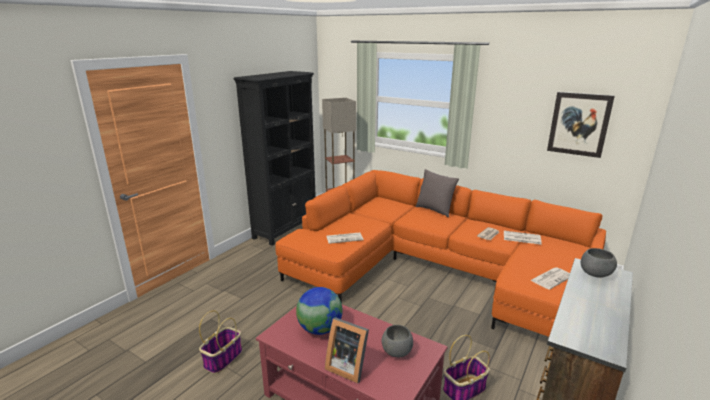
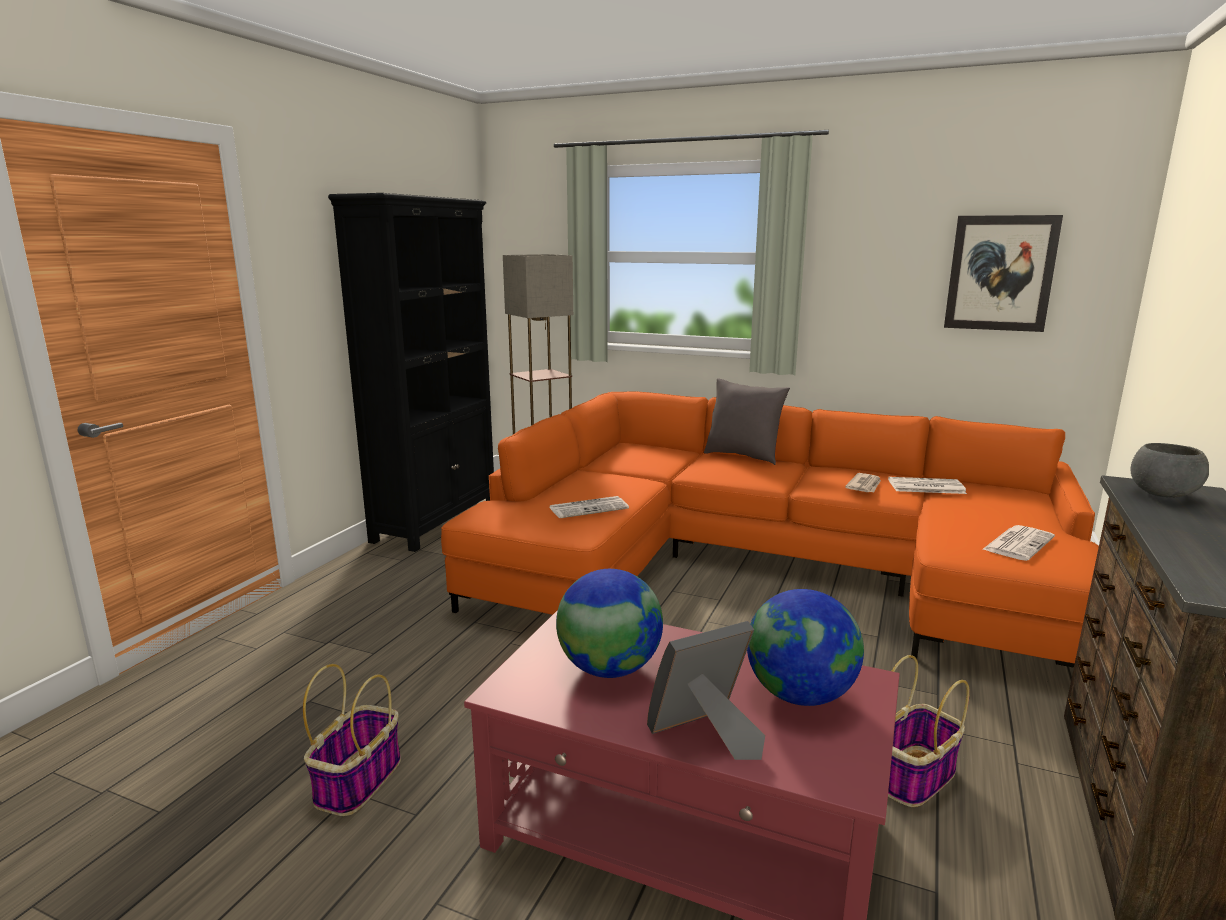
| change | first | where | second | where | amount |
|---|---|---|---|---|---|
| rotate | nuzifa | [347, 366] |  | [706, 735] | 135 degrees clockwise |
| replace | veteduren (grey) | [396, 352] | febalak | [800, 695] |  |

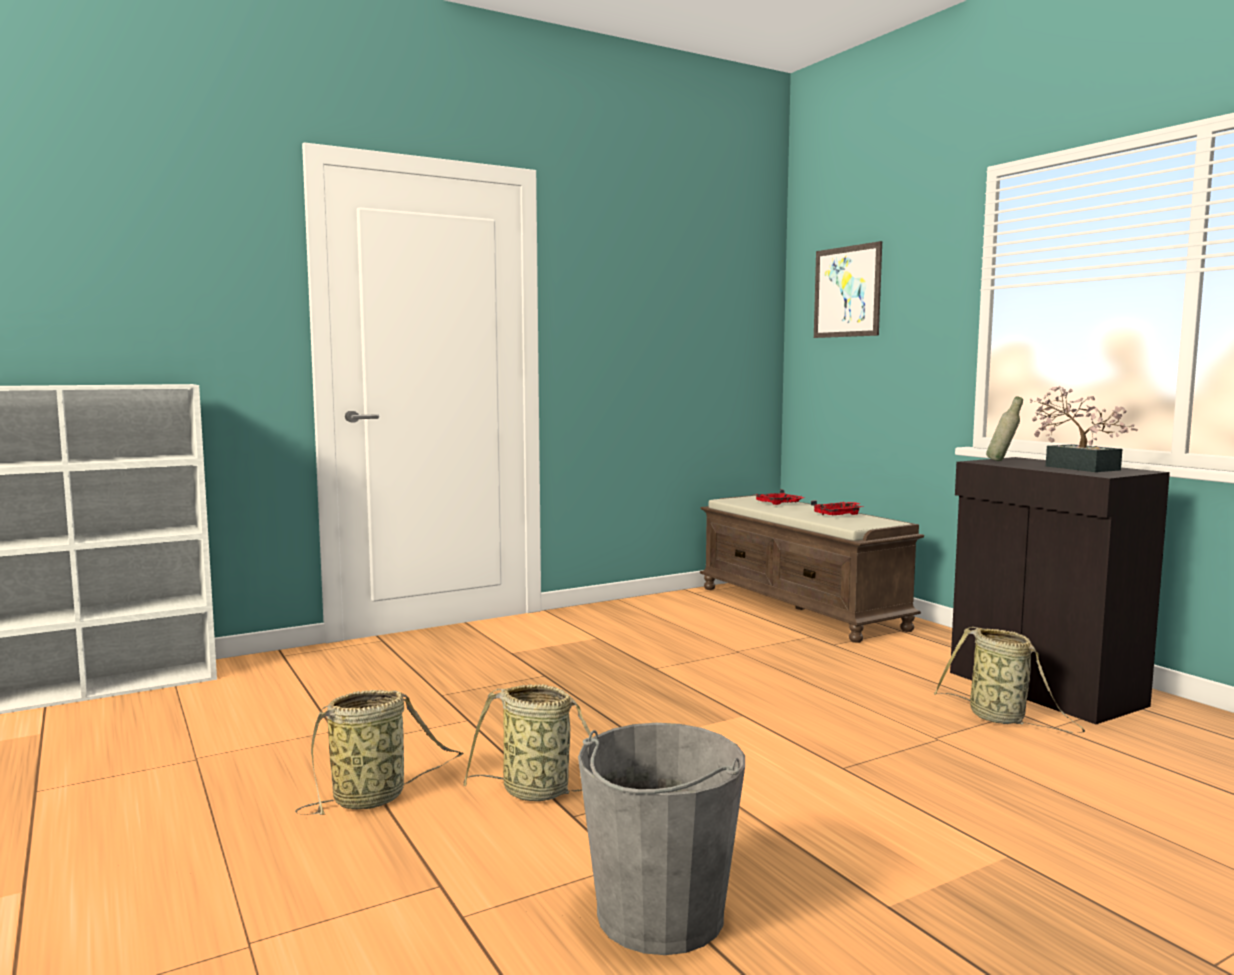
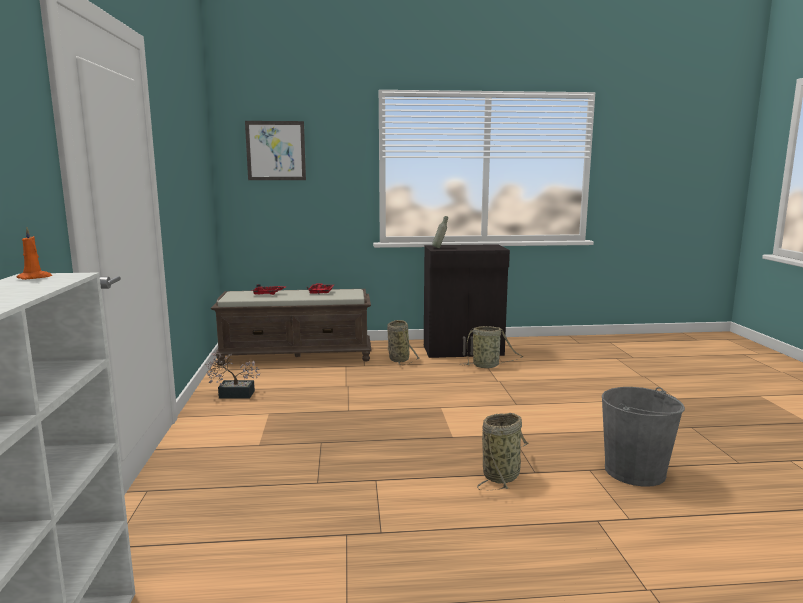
| change | first | where | second | where | amount |
|---|---|---|---|---|---|
| move | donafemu | [374, 798] |  | [398, 359] |  |
| move | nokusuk | [1076, 467] |  | [232, 394] |  |
| insert |  |  | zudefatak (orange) | [35, 277] |  |

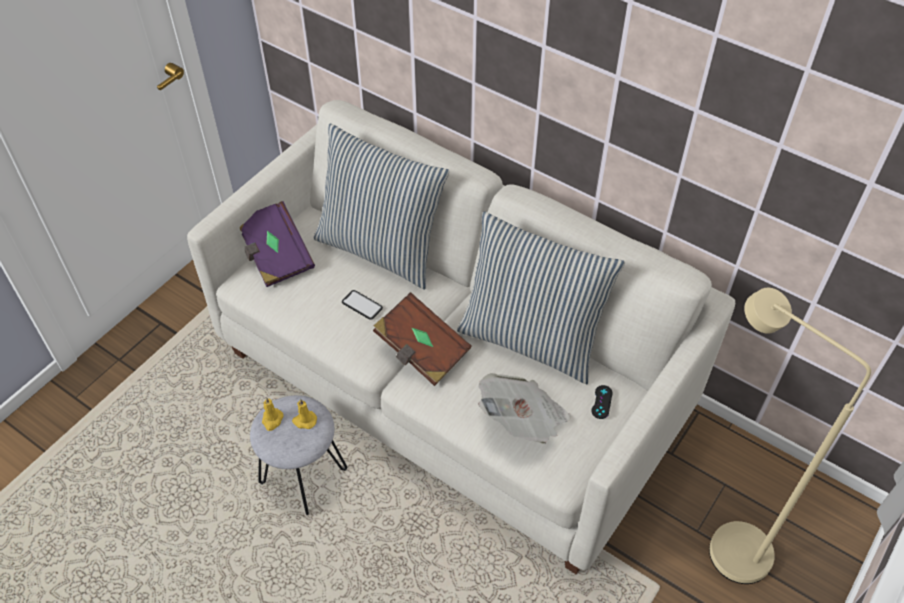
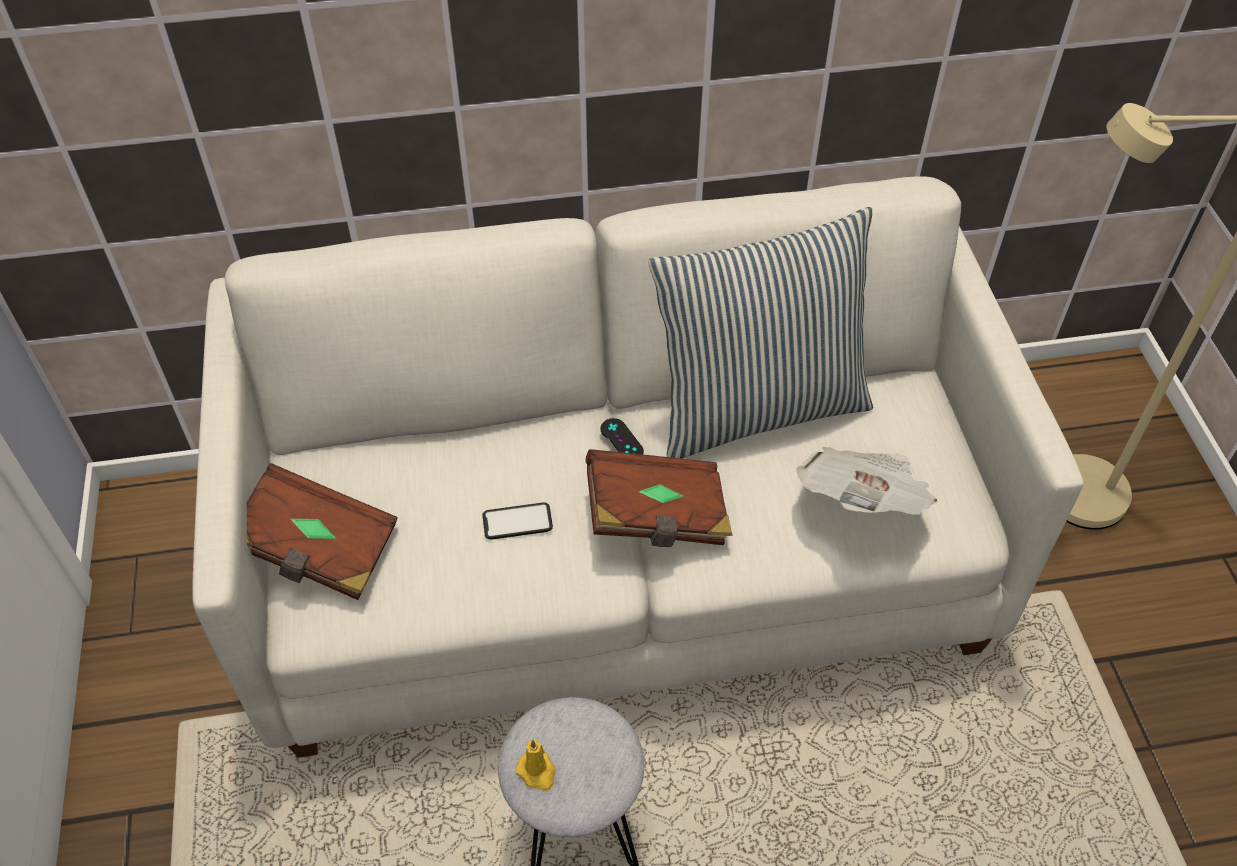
| change | first | where | second | where | amount |
|---|---|---|---|---|---|
| recolor | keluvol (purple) | [275, 255] | keluvol (brown) | [318, 550] |  |
| delete | zudefatak (yellow) | [304, 421] |  |  |  |
| delete | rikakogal | [381, 249] |  |  |  |
| move | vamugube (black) | [601, 402] |  | [621, 440] |  |

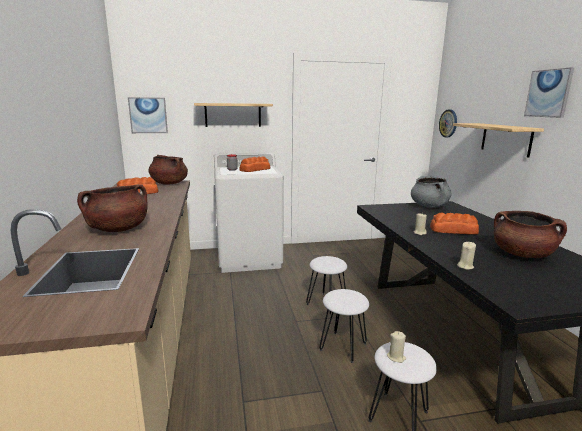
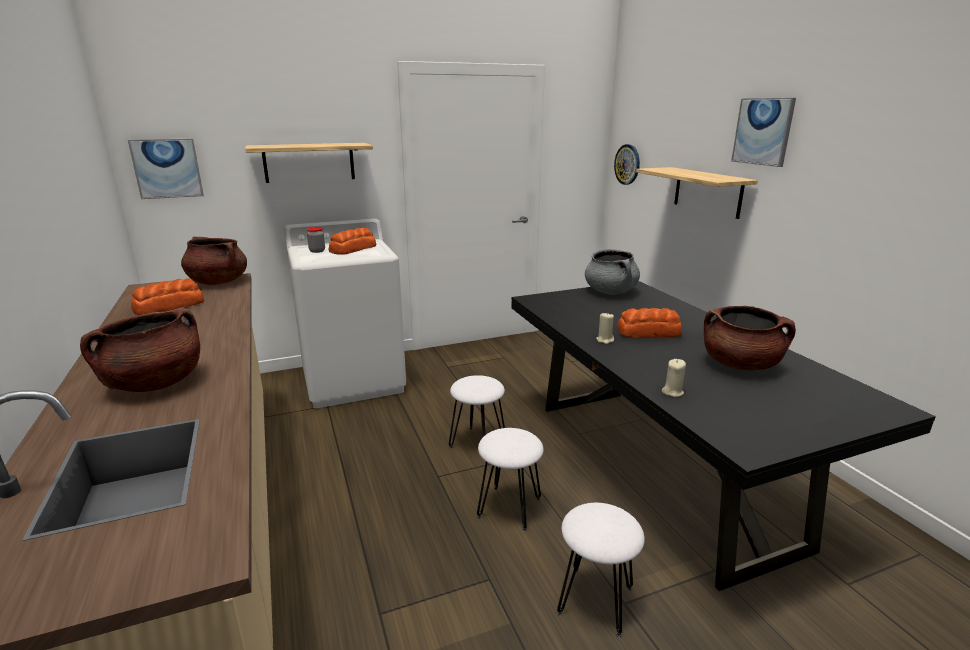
| change | first | where | second | where | amount |
|---|---|---|---|---|---|
| delete | zudefatak (beige) | [396, 357] |  |  |  |

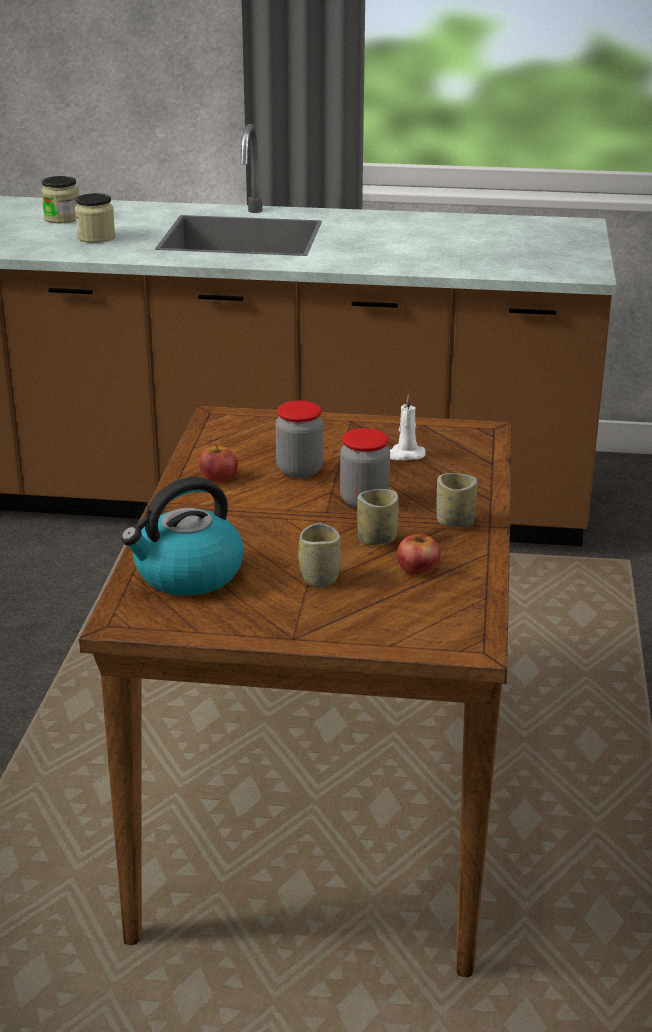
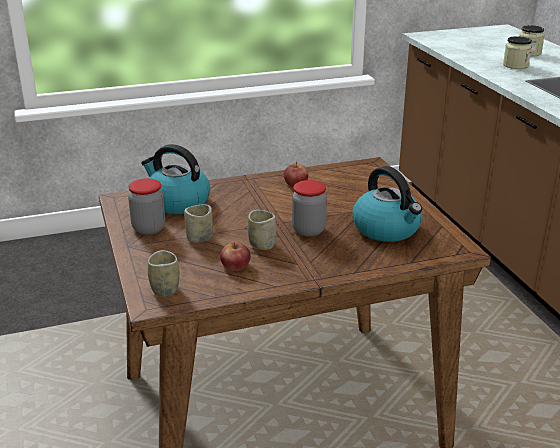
| change | first | where | second | where | amount |
|---|---|---|---|---|---|
| move | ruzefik | [299, 470] |  | [148, 228] |  |
| replace | zudefatak (white) | [404, 455] | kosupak | [387, 229] |  |
| move | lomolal | [455, 522] |  | [165, 289] |  |

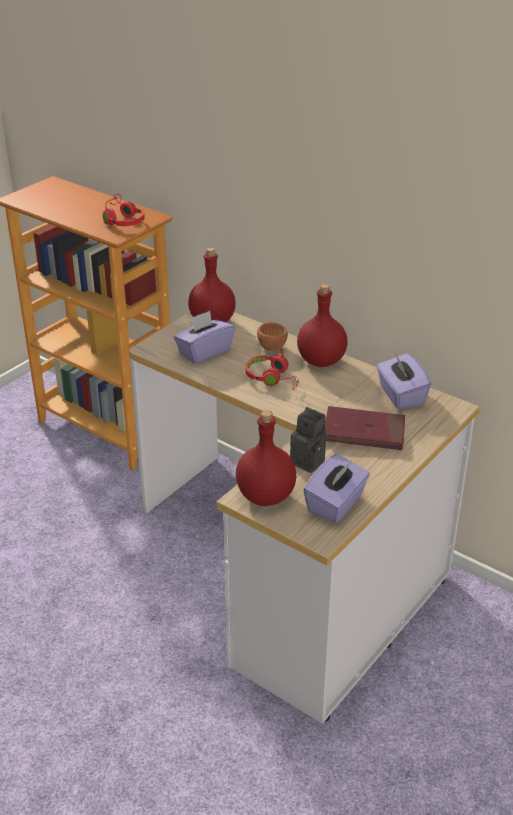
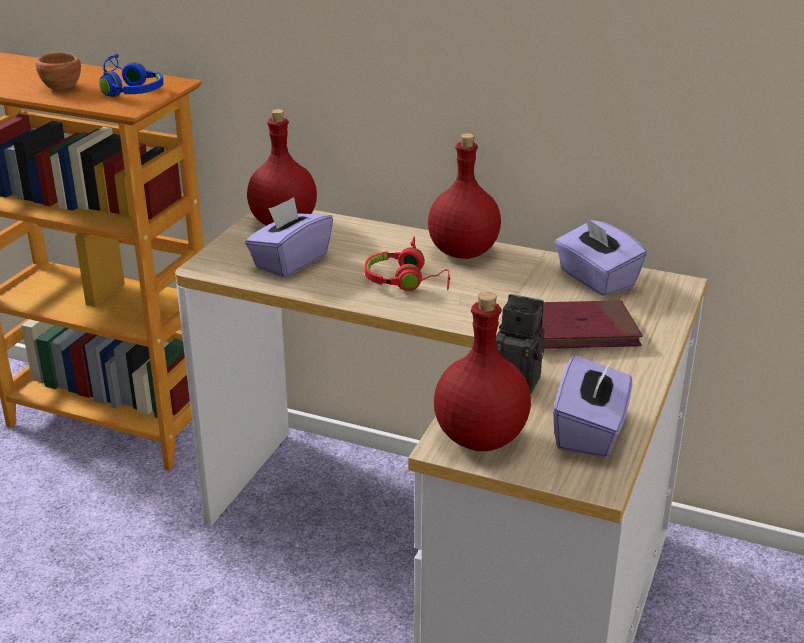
| change | first | where | second | where | amount |
|---|---|---|---|---|---|
| recolor | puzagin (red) | [122, 220] | puzagin (blue) | [128, 90] |  |
| move | lomolal (brown) | [271, 345] |  | [60, 86] |  |

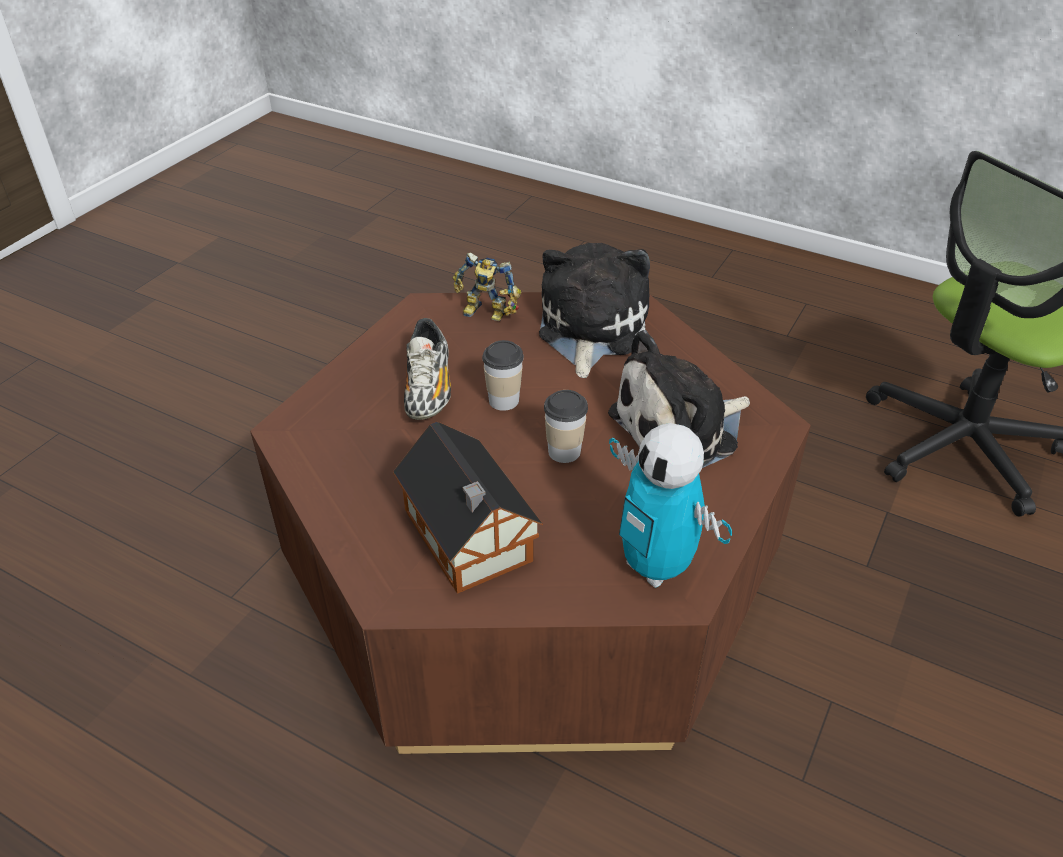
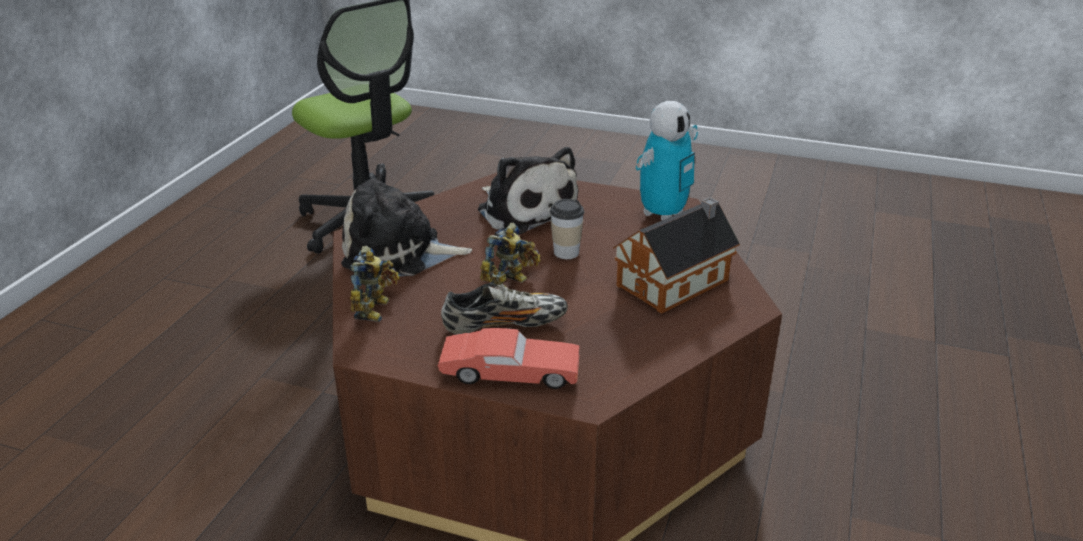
| change | first | where | second | where | amount |
|---|---|---|---|---|---|
| replace | lomolal | [504, 400] | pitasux | [511, 284] |  |
| insert |  |  | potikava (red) | [509, 374] |  |

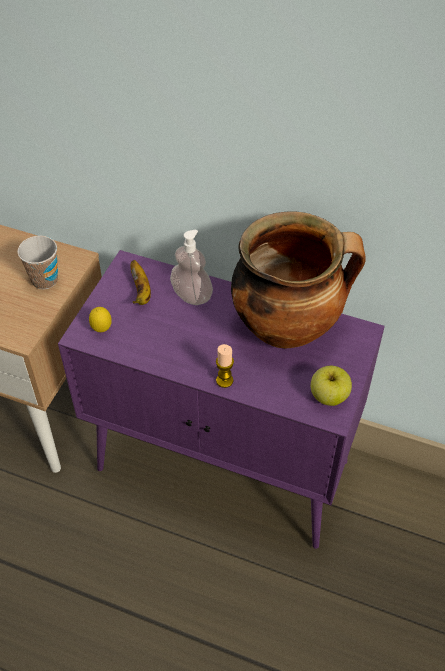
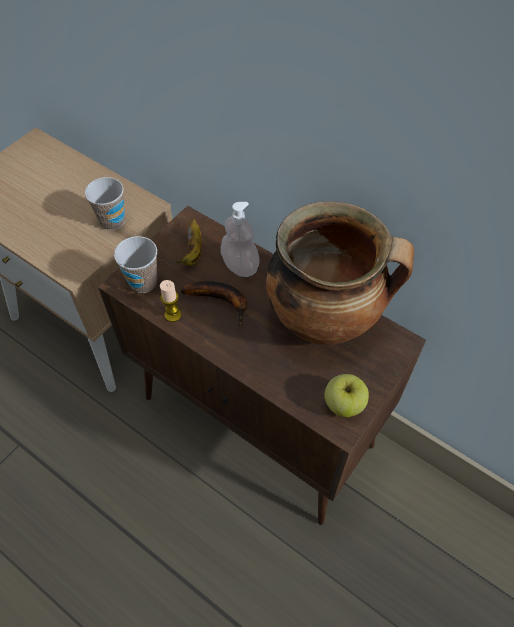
| change | first | where | second | where | amount |
|---|---|---|---|---|---|
| recolor | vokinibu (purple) | [225, 466] | vokinibu (brown) | [259, 423] |  |
| replace | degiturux | [102, 330] | lomolal | [143, 282] |  |
| move | zudefatak | [224, 380] |  | [173, 315] |  |
| insert |  |  | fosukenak | [221, 301] |  |

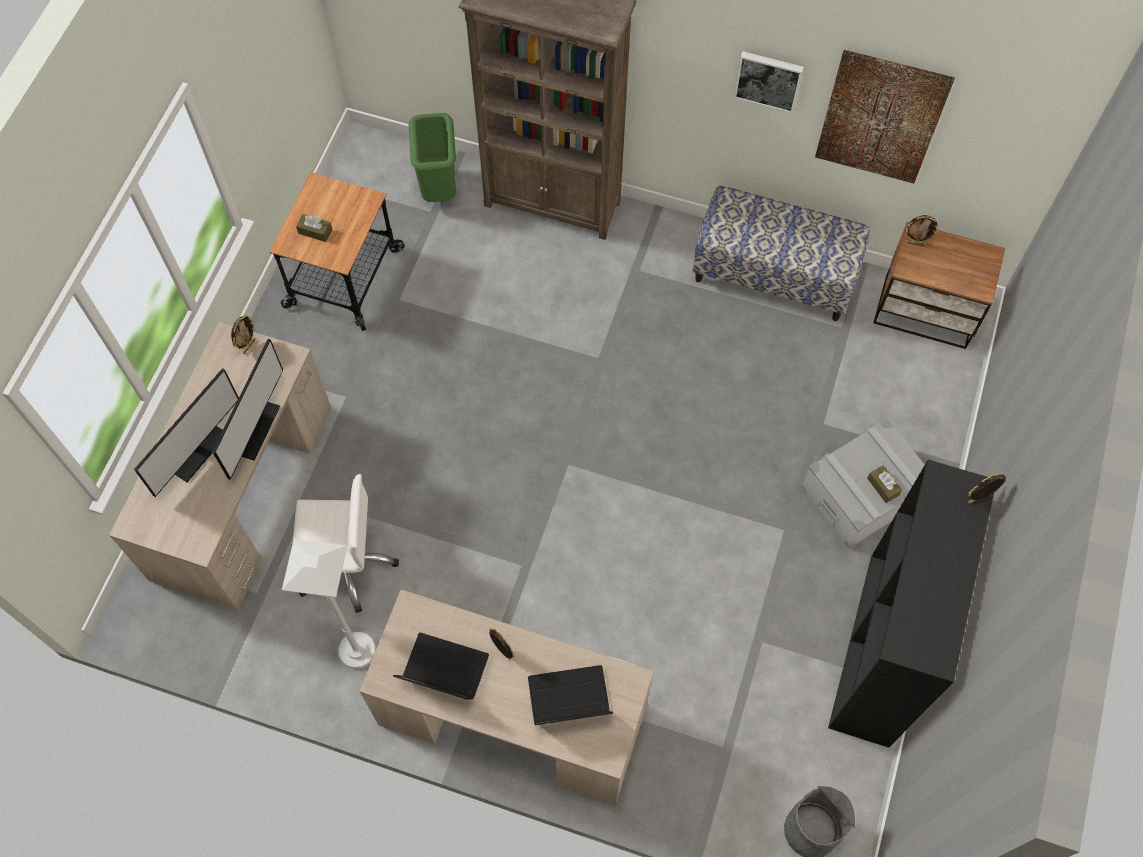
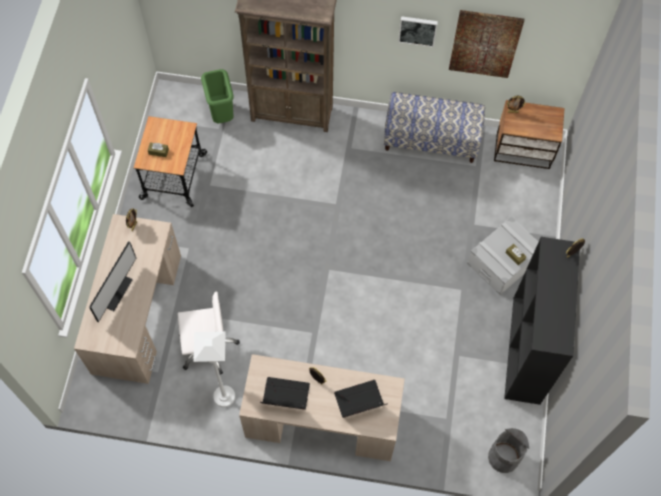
| change | first | where | second | where | amount |
|---|---|---|---|---|---|
| delete | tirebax | [254, 429] |  |  |  |

